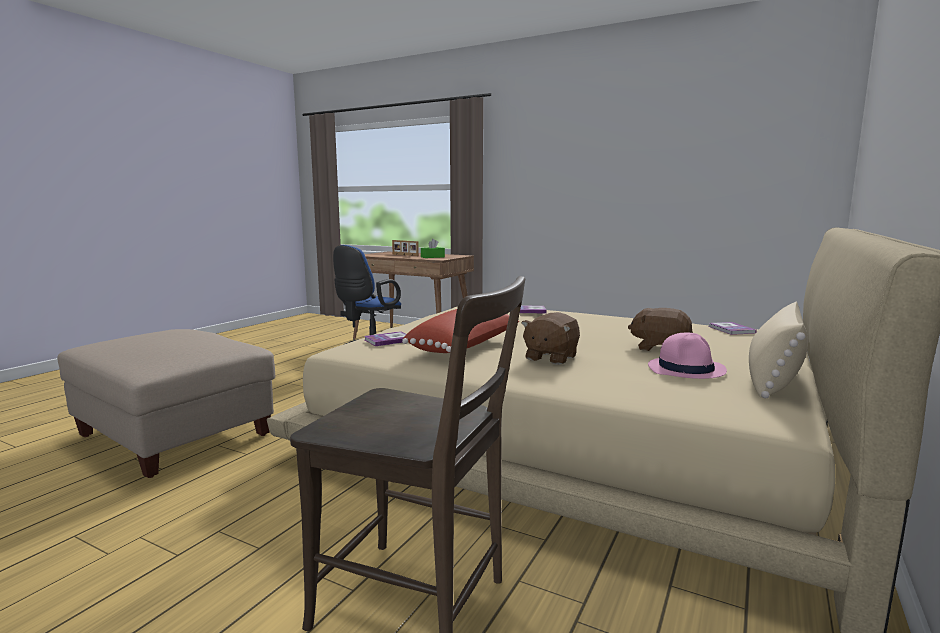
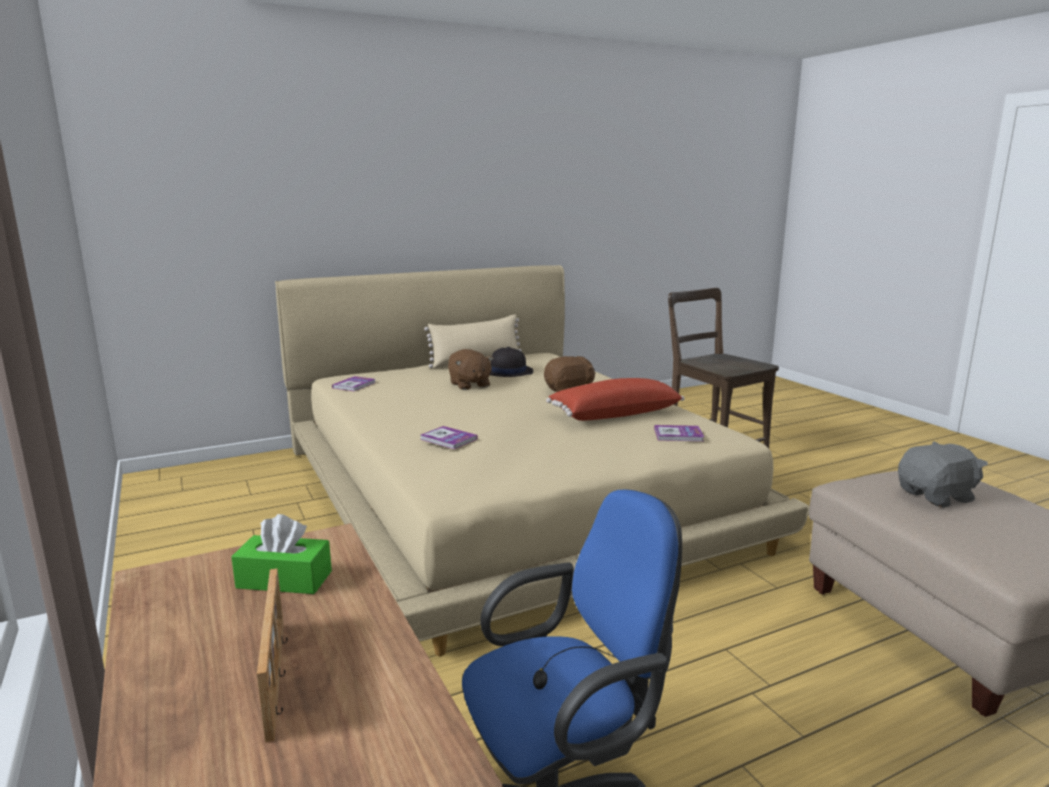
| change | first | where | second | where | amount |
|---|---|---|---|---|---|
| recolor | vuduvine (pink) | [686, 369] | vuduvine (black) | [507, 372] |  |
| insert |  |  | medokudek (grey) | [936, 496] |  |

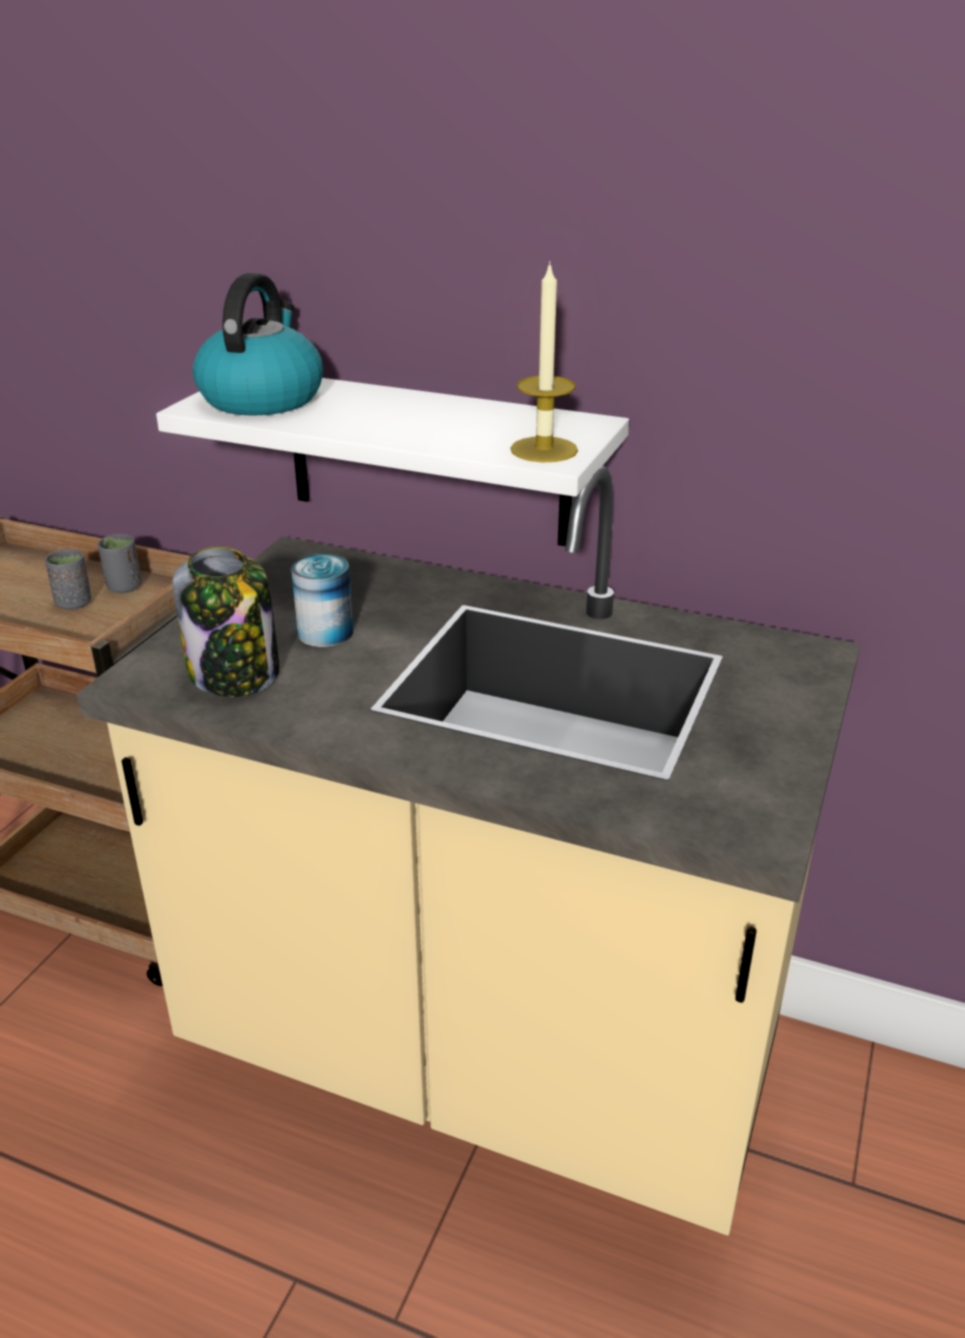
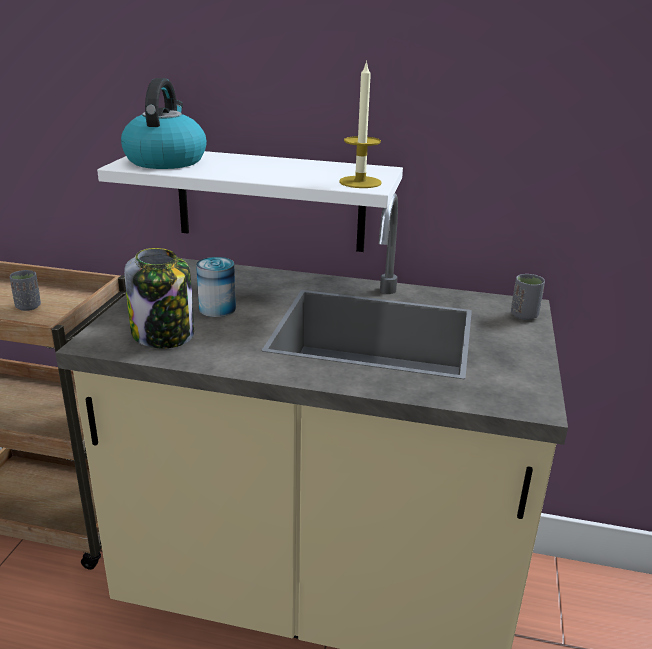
| change | first | where | second | where | amount |
|---|---|---|---|---|---|
| move | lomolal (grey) | [124, 587] |  | [524, 315] |  |

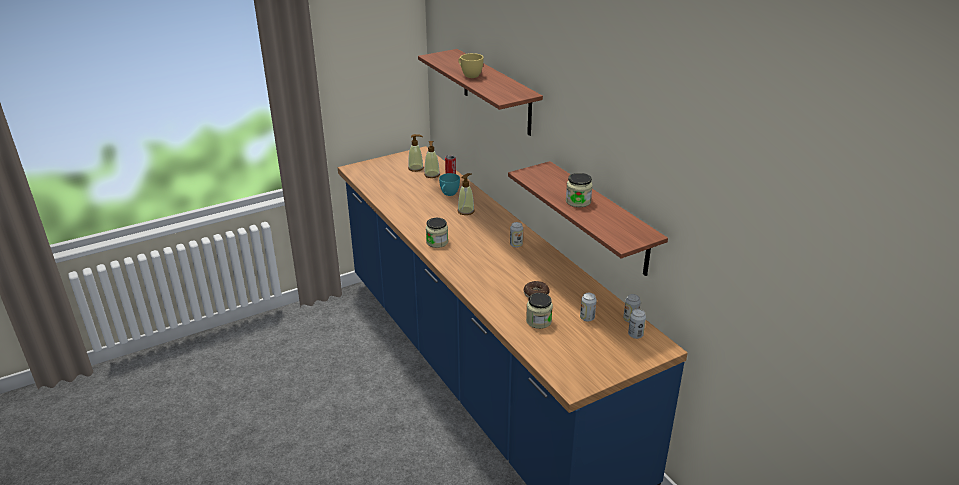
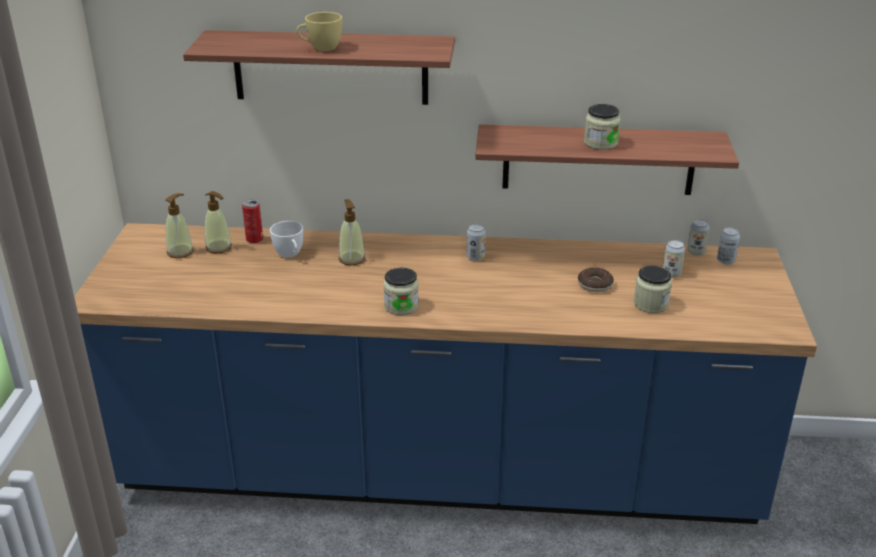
| change | first | where | second | where | amount |
|---|---|---|---|---|---|
| recolor | lomolal (turquoise) | [448, 194] | lomolal (white) | [290, 255] |  |

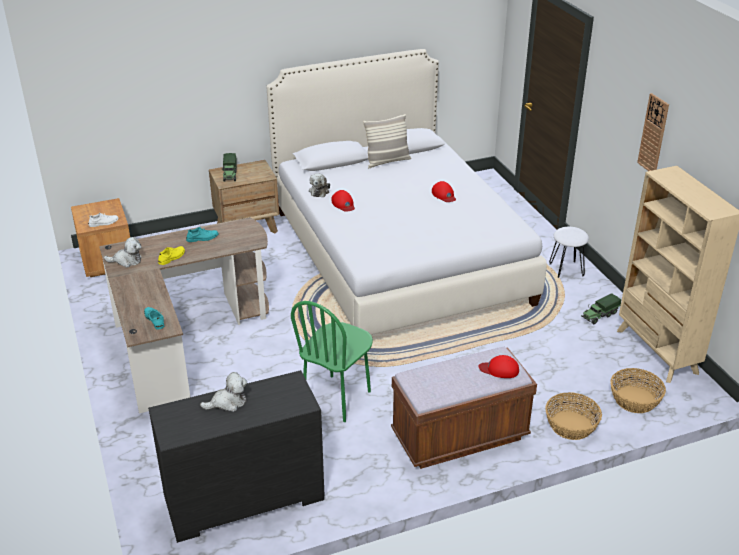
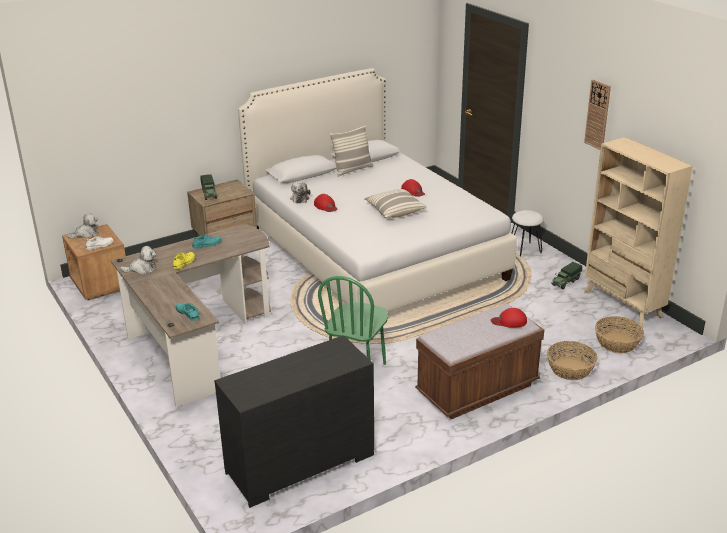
| change | first | where | second | where | amount |
|---|---|---|---|---|---|
| move | medokudek | [228, 402] |  | [86, 234] |  |
| insert |  |  | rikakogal | [394, 211] |  |

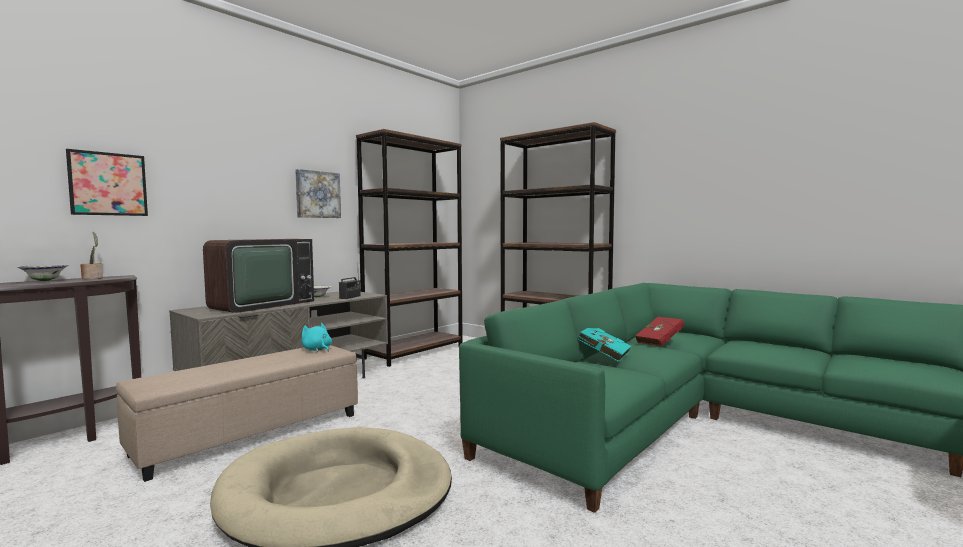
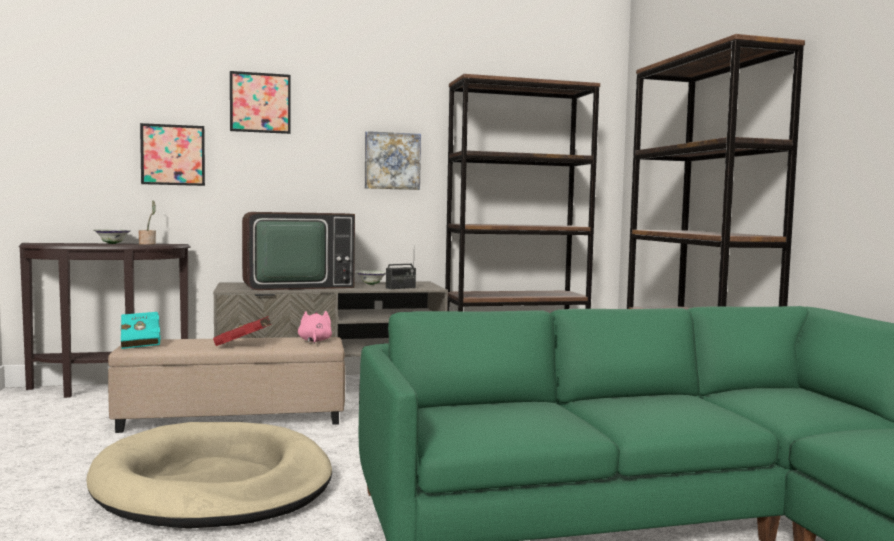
| change | first | where | second | where | amount |
|---|---|---|---|---|---|
| recolor | medokudek (turquoise) | [317, 350] | medokudek (pink) | [314, 341] |  |
| move | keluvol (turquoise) | [602, 355] |  | [141, 343] |  |
| move | keluvol (red) | [661, 342] |  | [245, 345] |  |
| insert |  |  | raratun | [260, 103] |  |

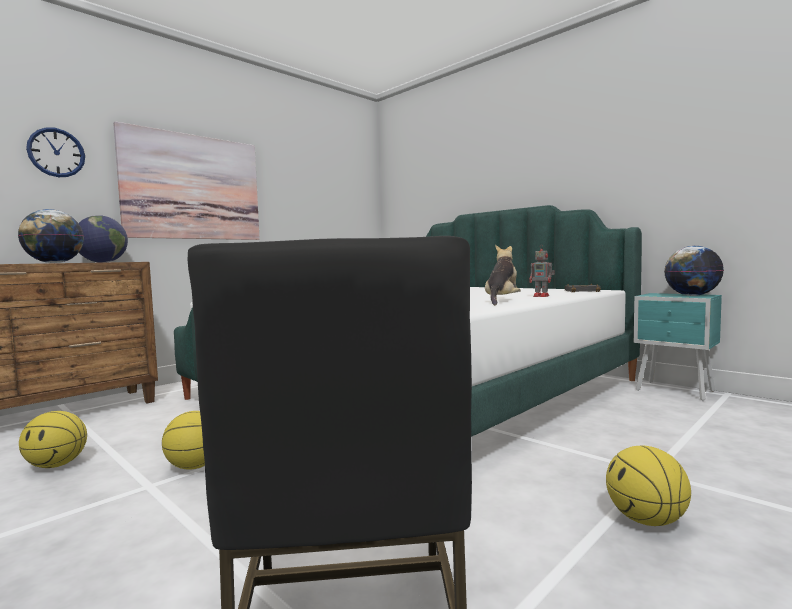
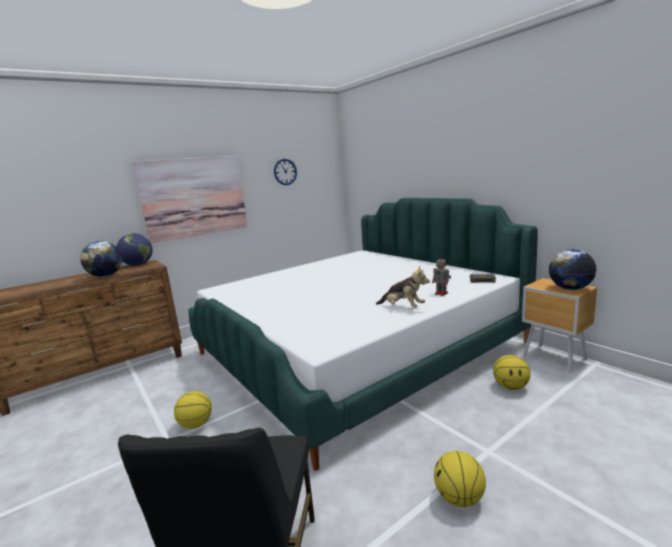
| change | first | where | second | where | amount |
|---|---|---|---|---|---|
| move | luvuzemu | [57, 465] |  | [511, 387] |  |
| move | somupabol | [56, 152] |  | [285, 172] |  |
| rotate | medokudek | [502, 301] |  | [403, 307] | 90 degrees clockwise |
| recolor | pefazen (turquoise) | [676, 391] | pefazen (brown) | [555, 358] |  |

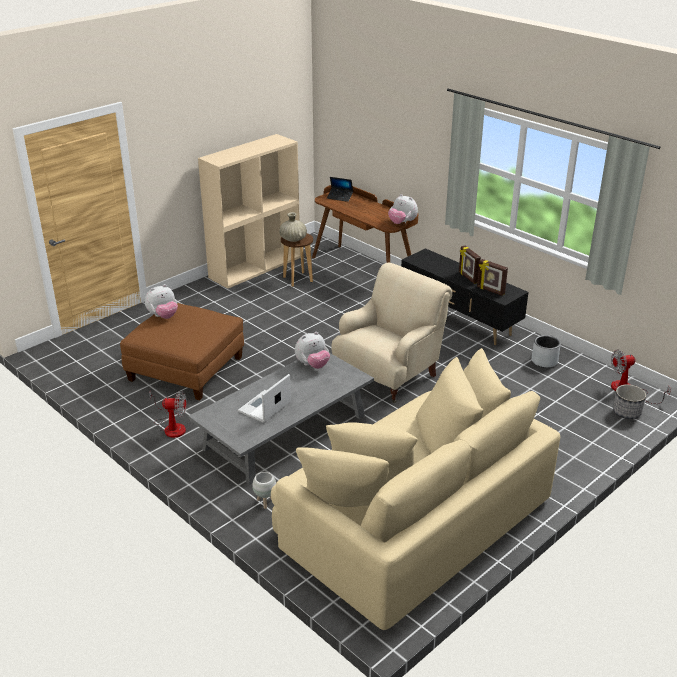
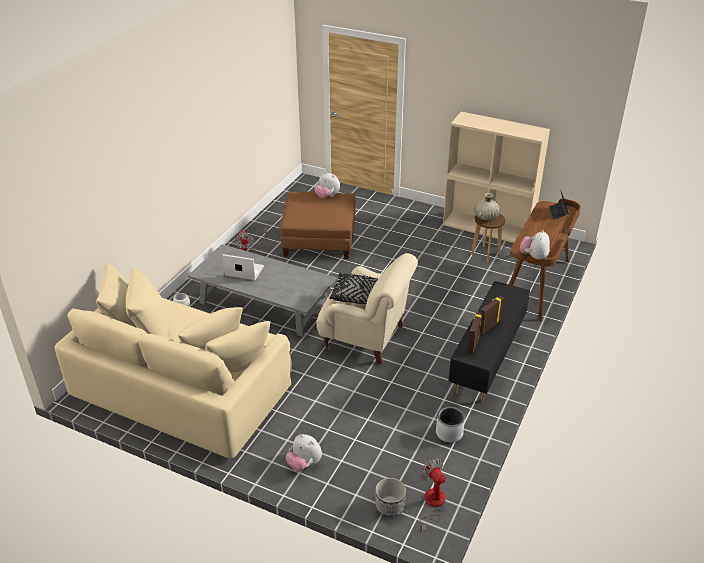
| change | first | where | second | where | amount |
|---|---|---|---|---|---|
| move | medokudek | [312, 365] |  | [304, 464] |  |
| insert |  |  | rikakogal (black) | [355, 295] |  |

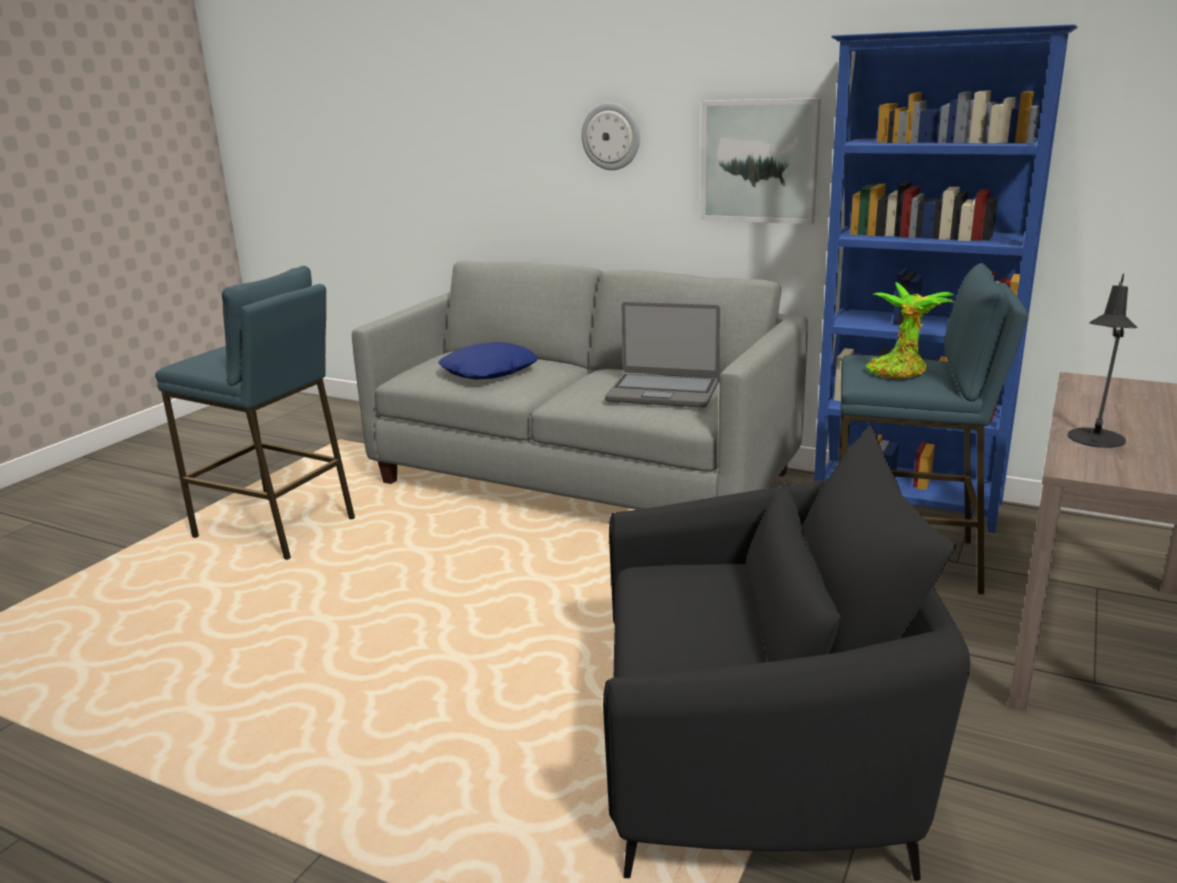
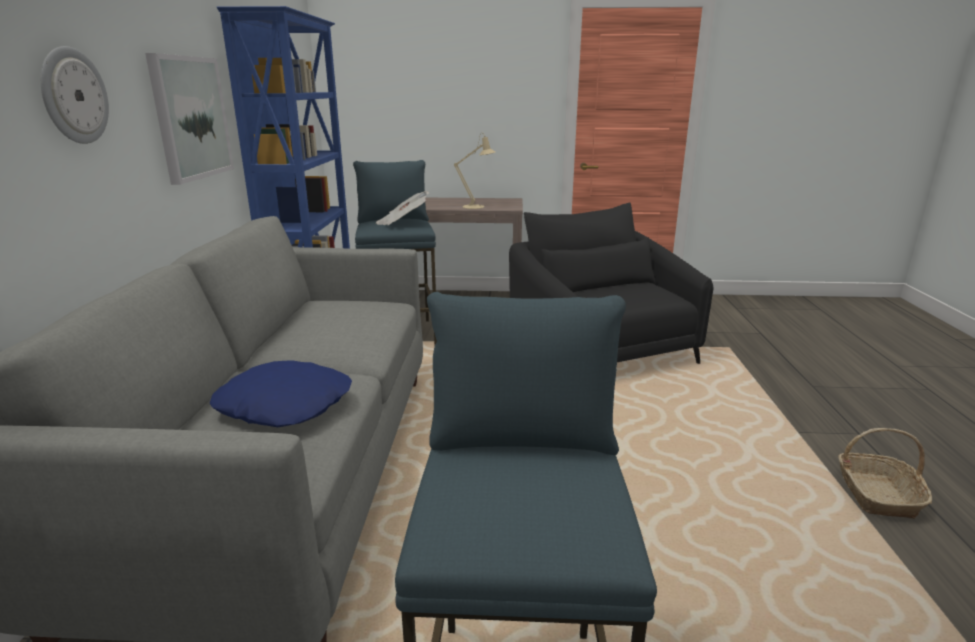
| change | first | where | second | where | amount |
|---|---|---|---|---|---|
| delete | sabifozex | [663, 392] |  |  |  |
| replace | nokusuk | [900, 372] | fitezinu | [402, 223] |  |
| recolor | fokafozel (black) | [1095, 440] | fokafozel (beige) | [476, 207] |  |
| insert |  |  | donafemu | [876, 494] |  |

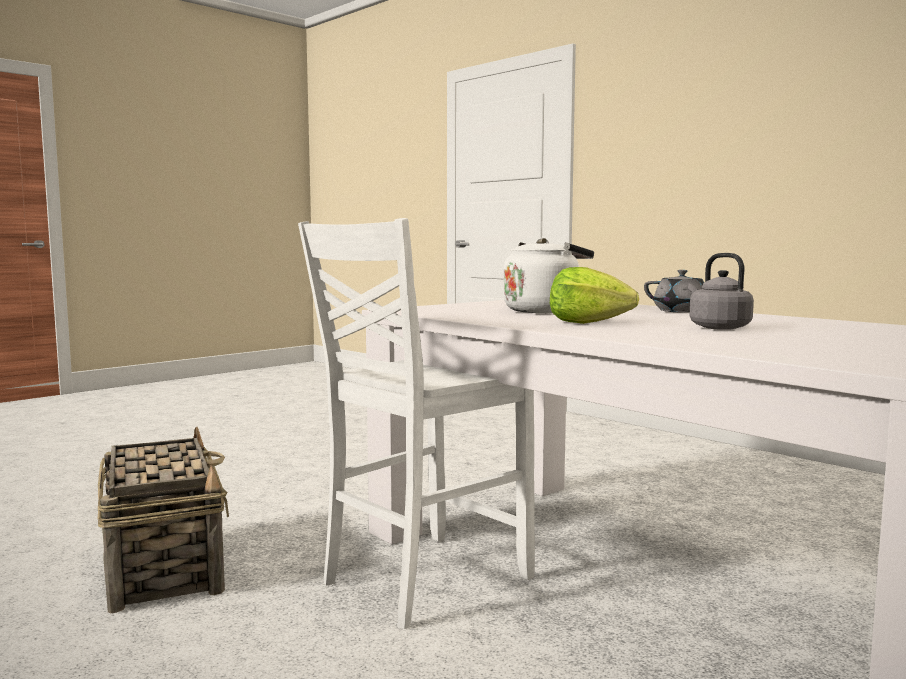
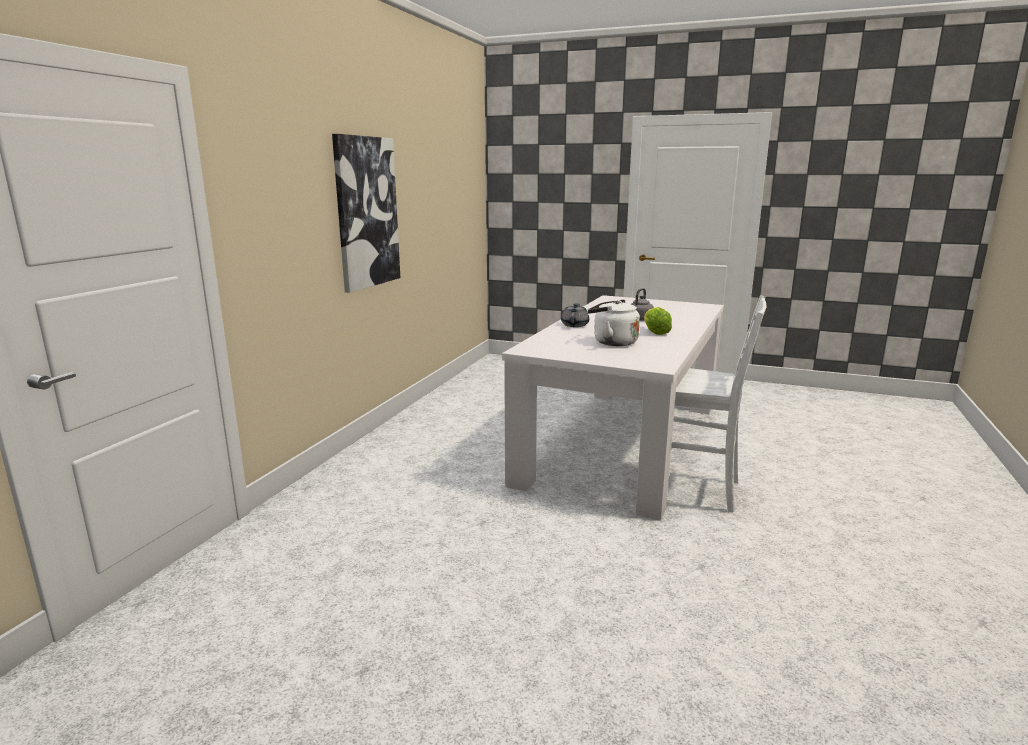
| change | first | where | second | where | amount |
|---|---|---|---|---|---|
| delete | donafemu | [164, 567] |  |  |  |
| insert |  |  | raratun | [366, 212] |  |

